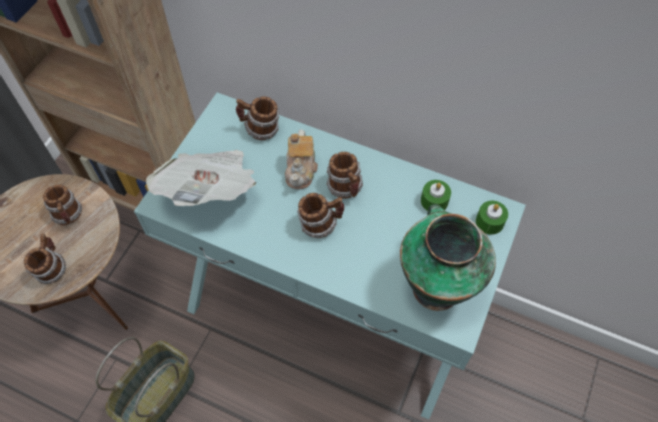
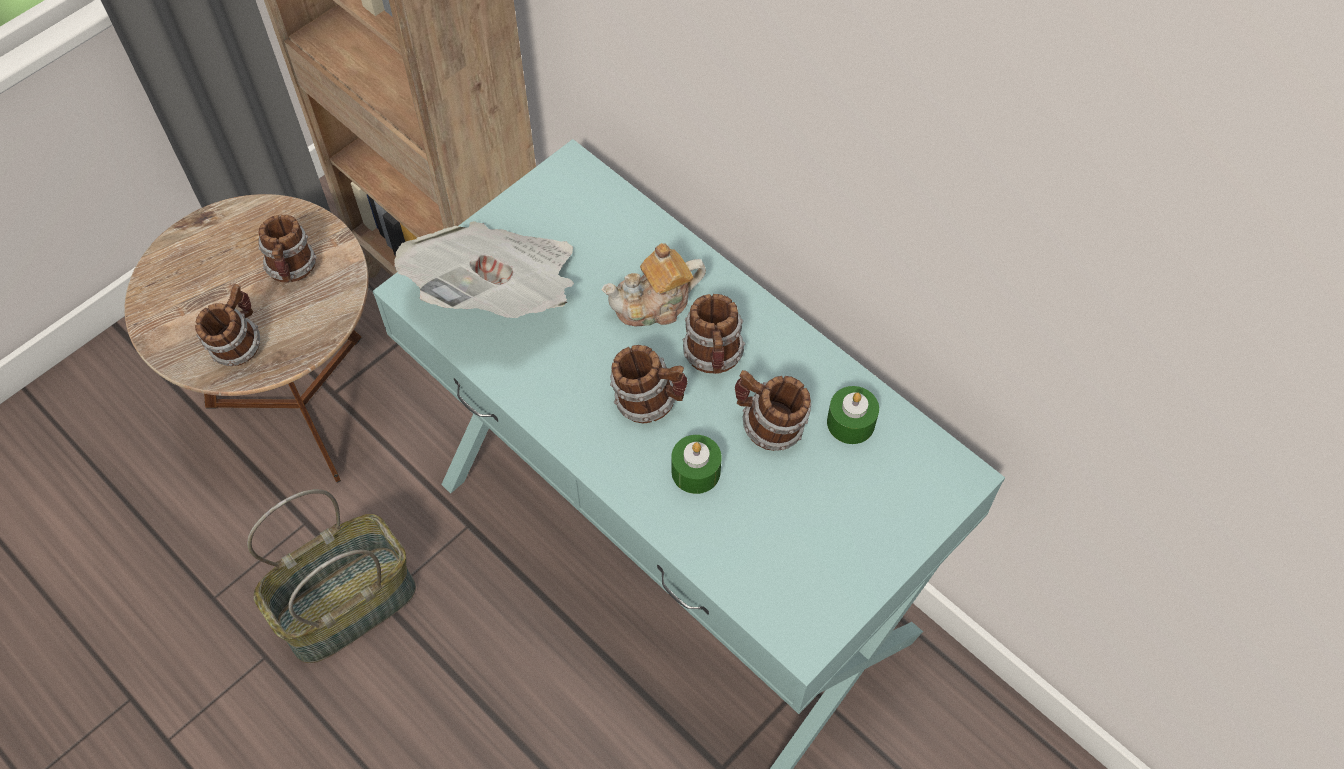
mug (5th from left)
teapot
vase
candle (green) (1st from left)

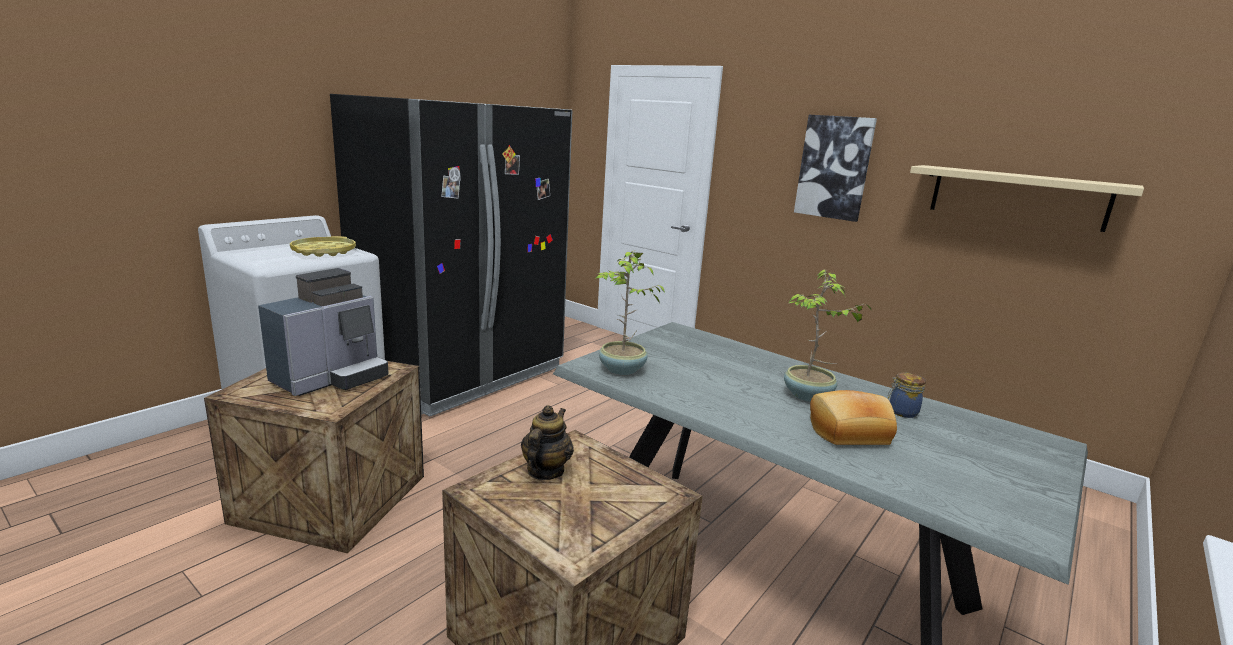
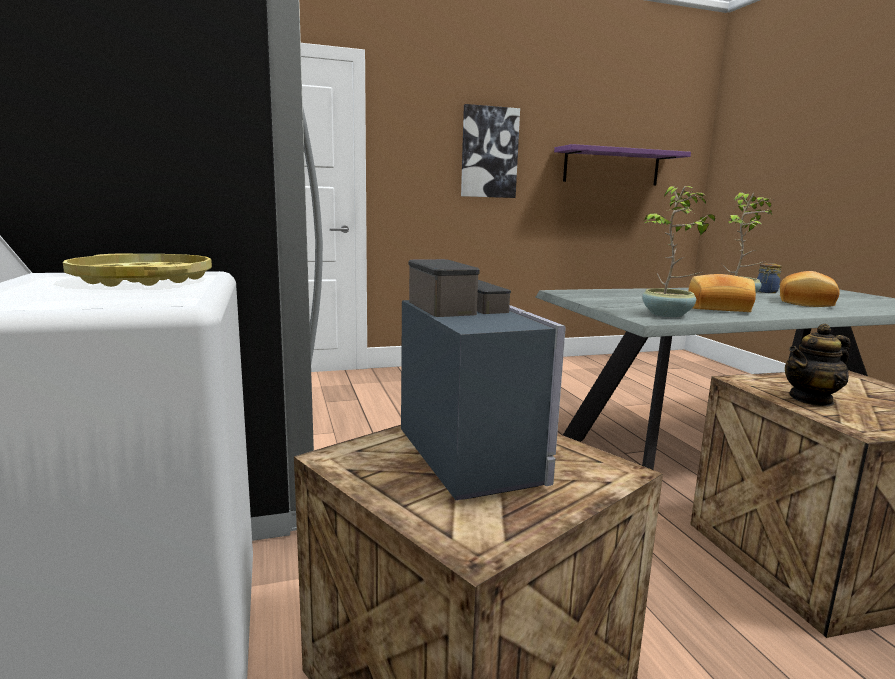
teapot
shelf (purple)
bread (1st from left)

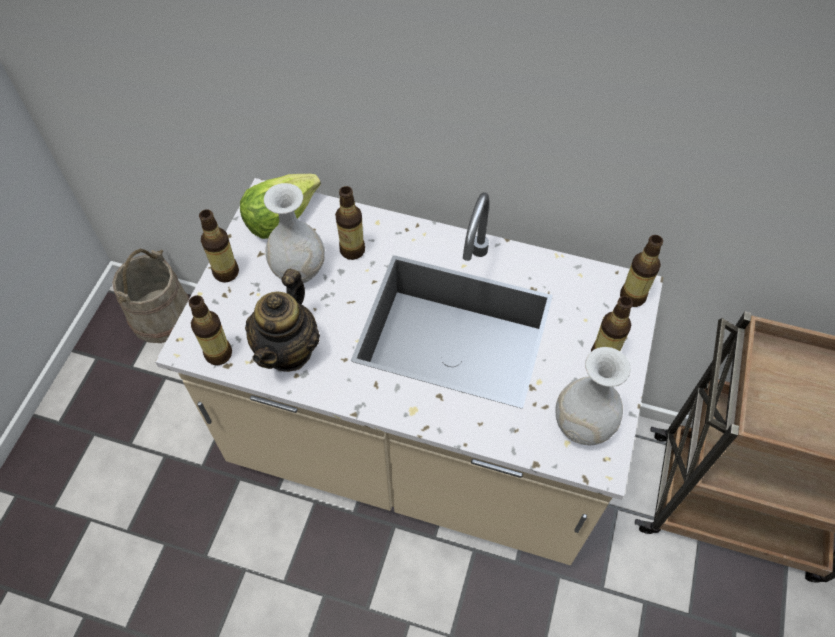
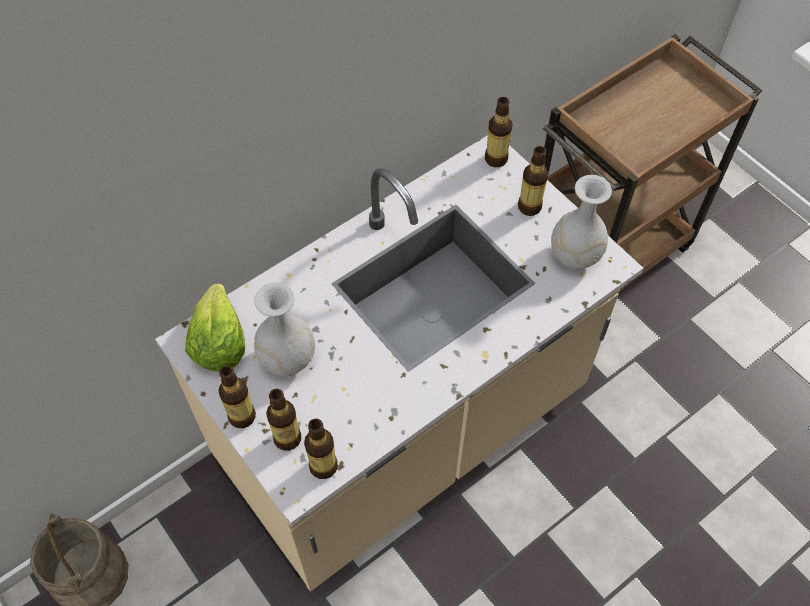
teapot
bottle (2nd from left)

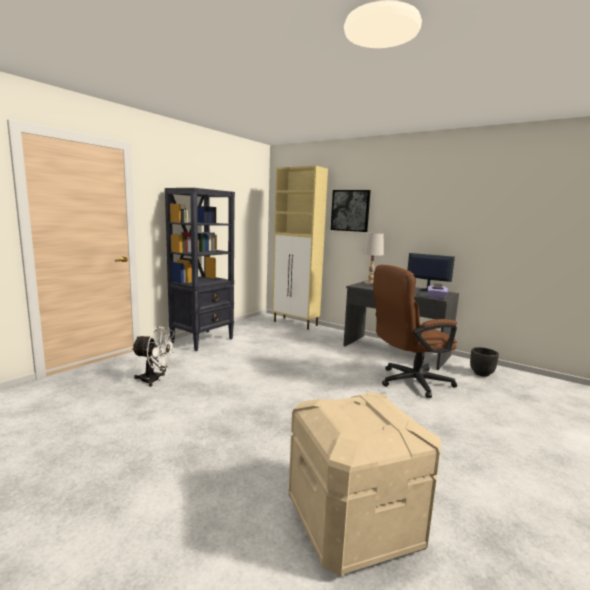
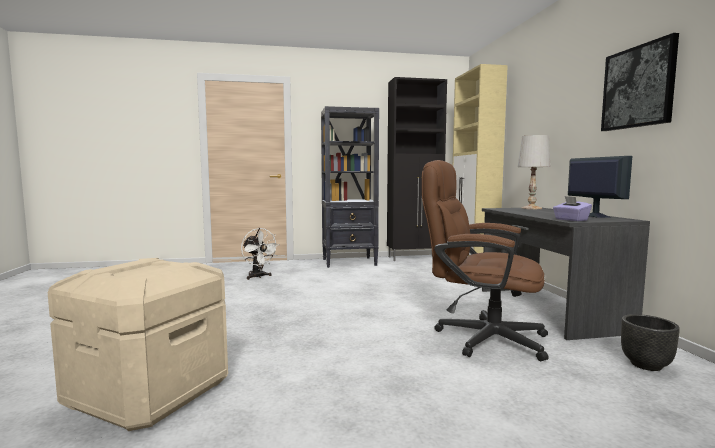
picture
cabinet (black)

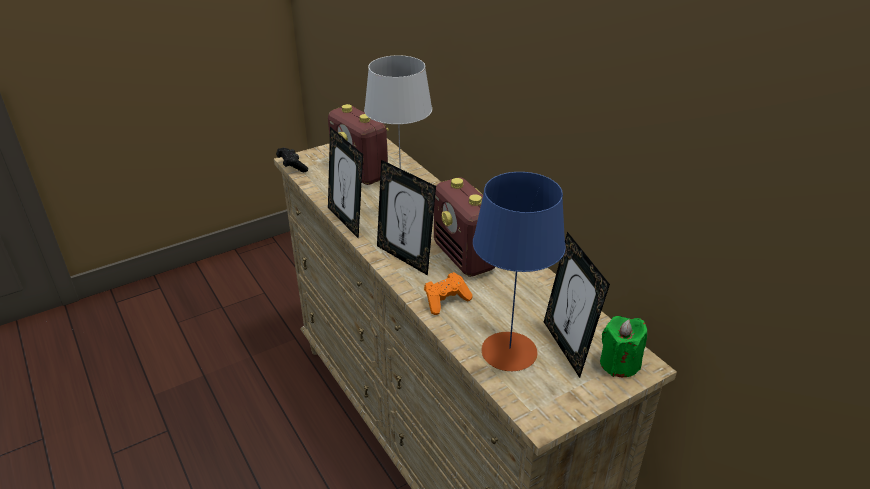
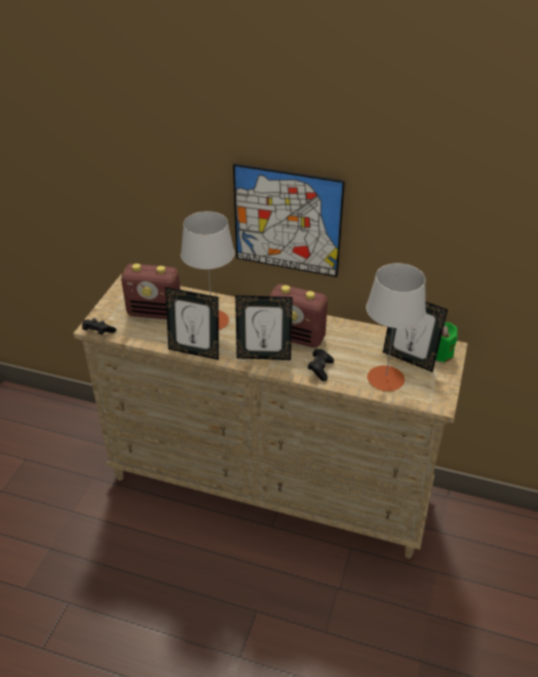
game controller (black) (2nd from left)
table lamp (grey) (2nd from left)
picture

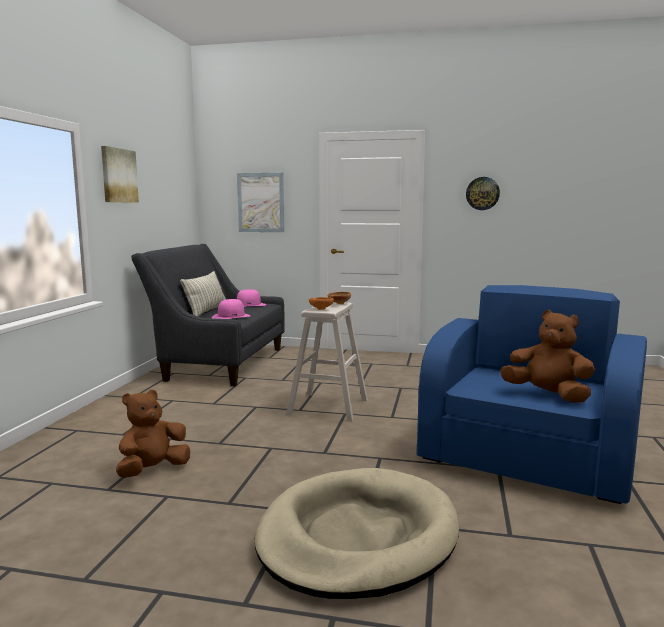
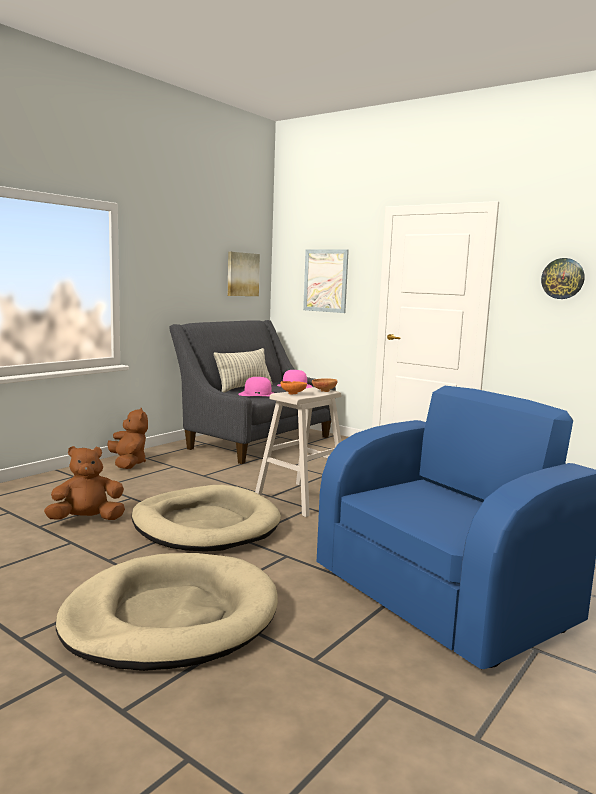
picture (1st from left)
plush toy (brown) (2nd from left)
dog bed (beige) (2nd from left)

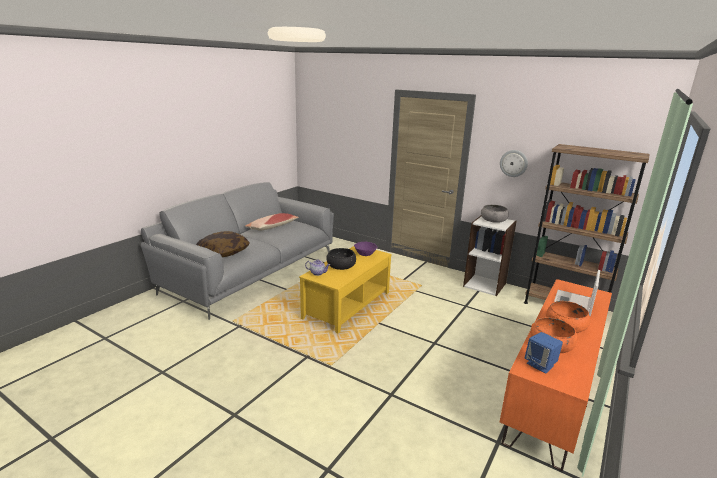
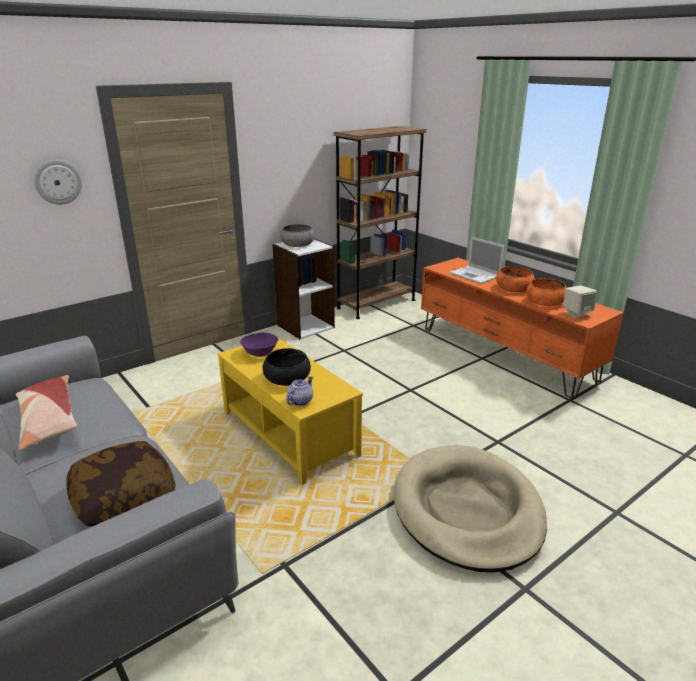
wall clock
speaker (beige)
dog bed (beige)

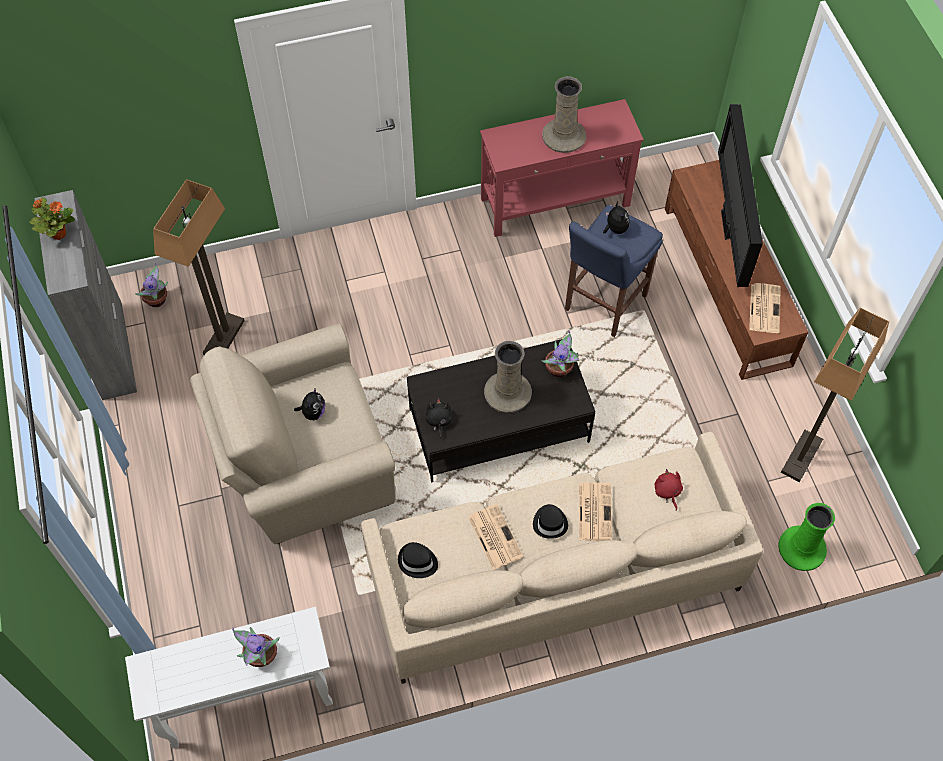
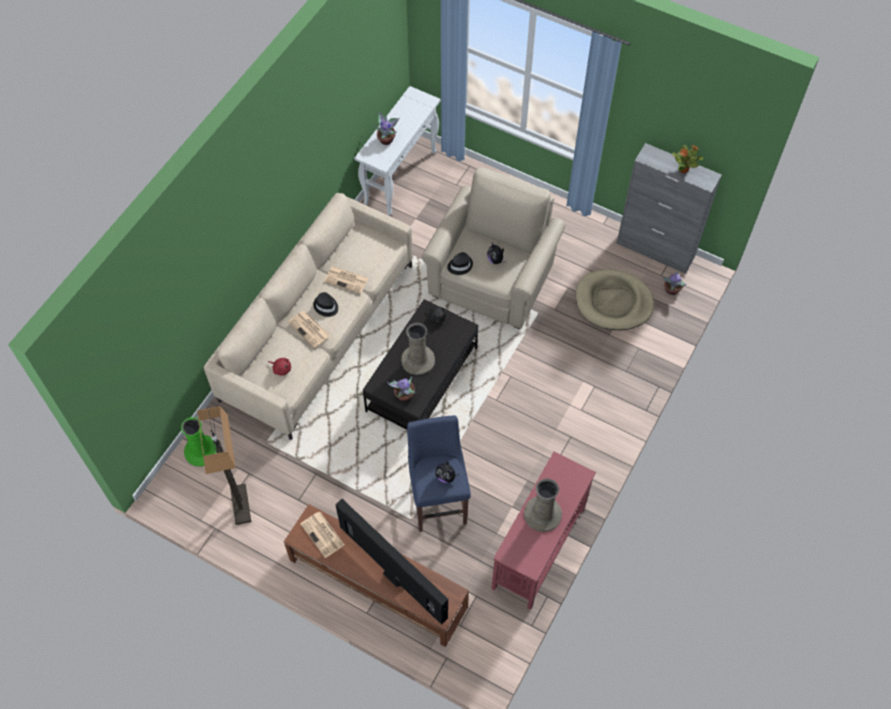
dog bed (beige)
hat (black) (2nd from left)

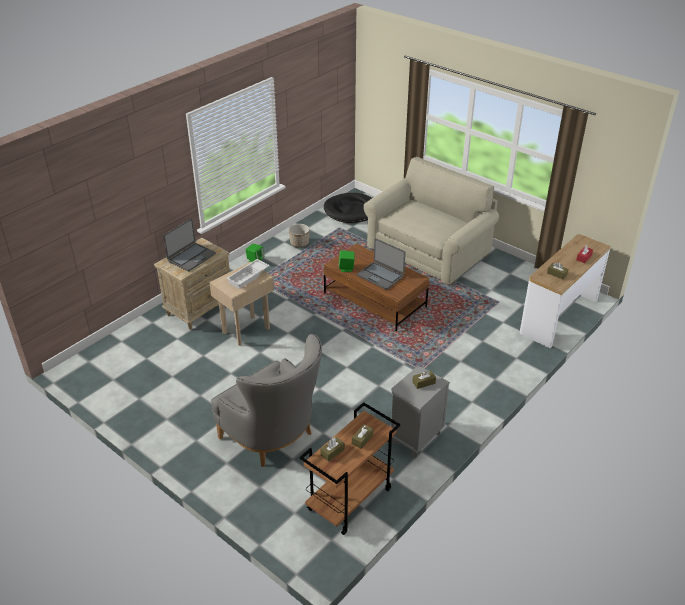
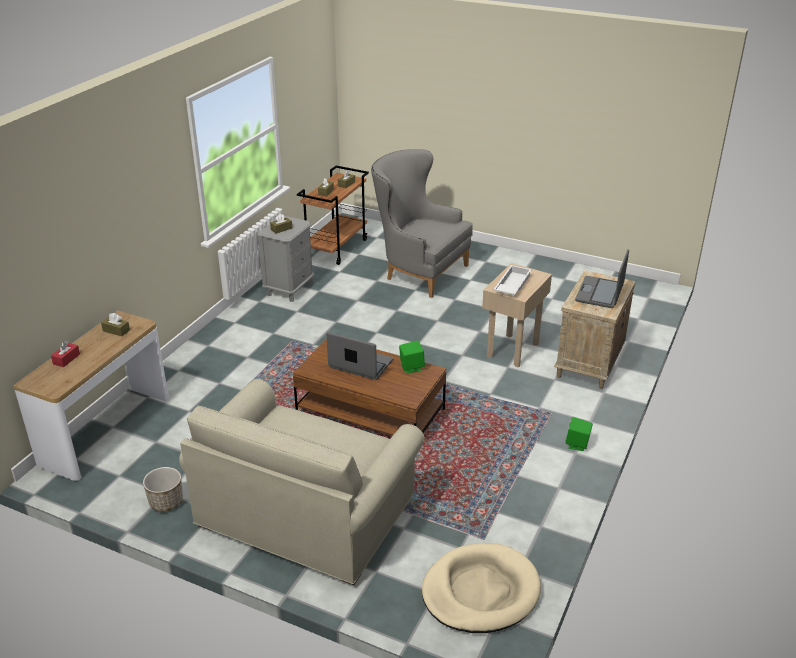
planter
dog bed (beige)

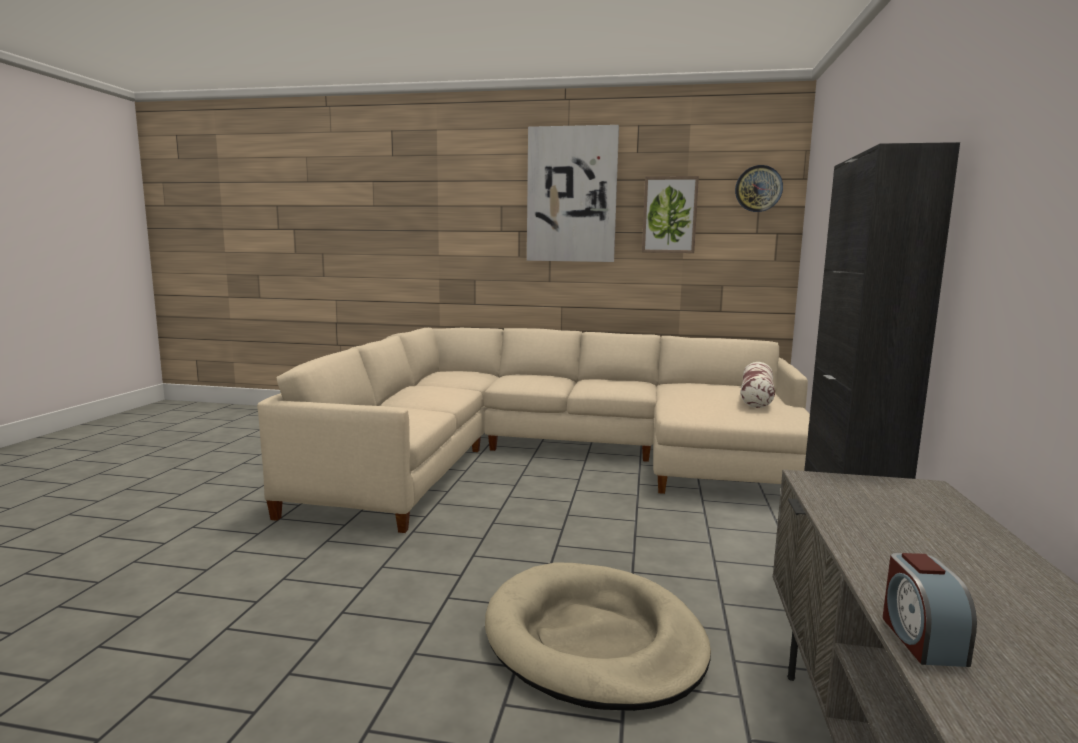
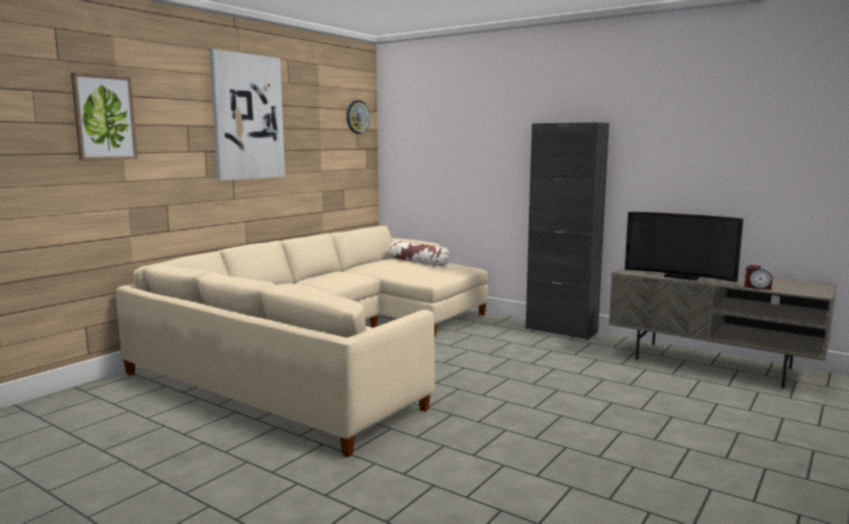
dog bed (beige)
picture (1st from left)
television

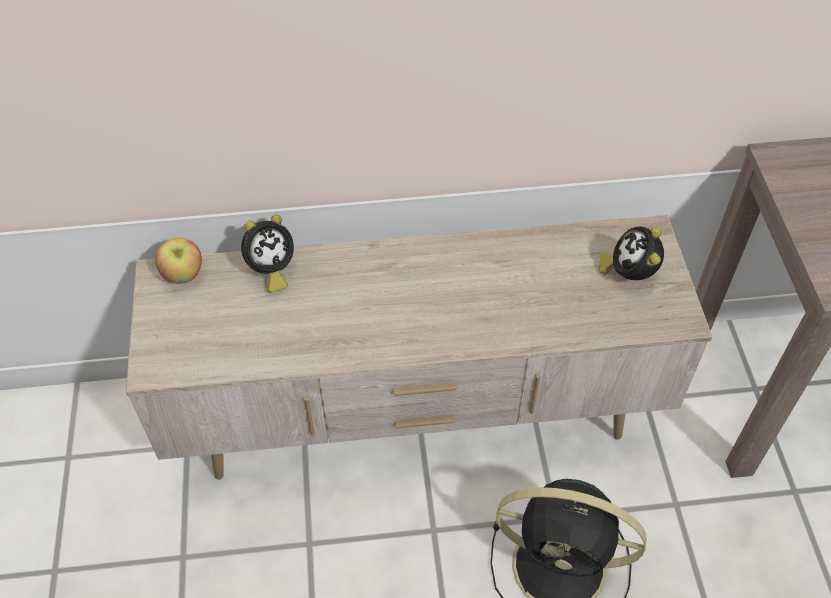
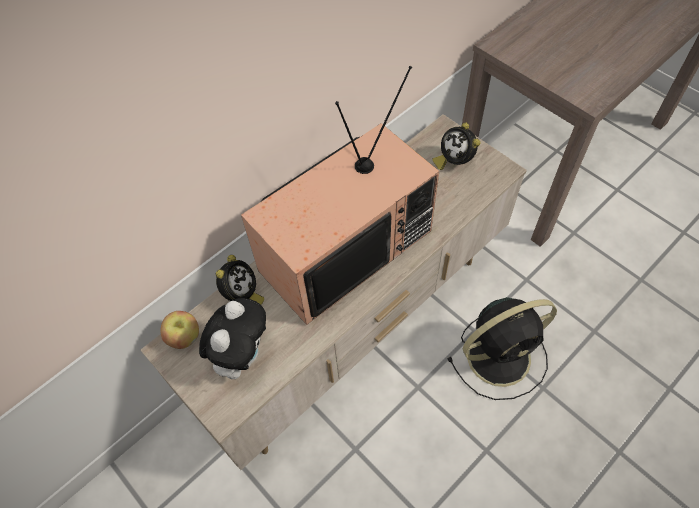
plush toy
television

